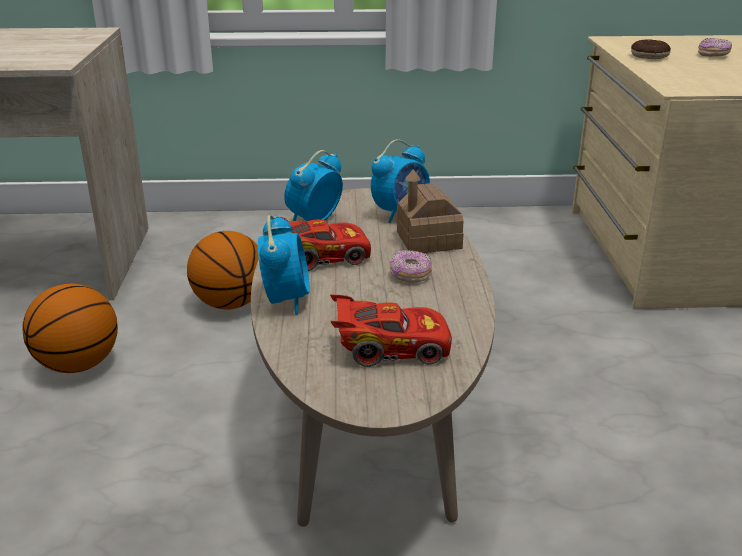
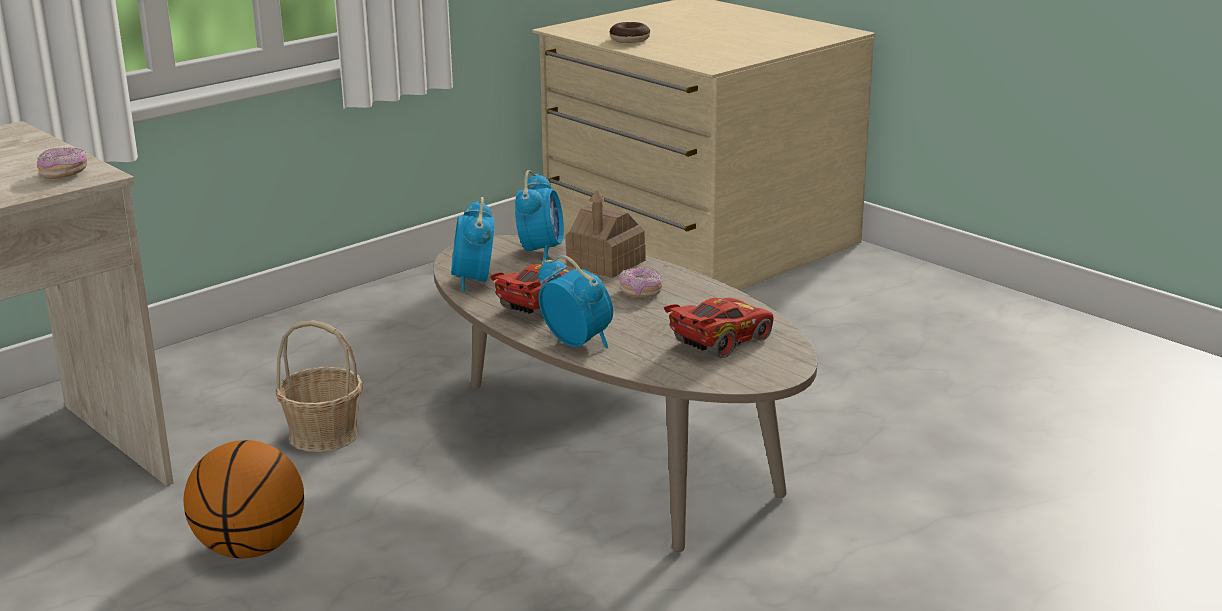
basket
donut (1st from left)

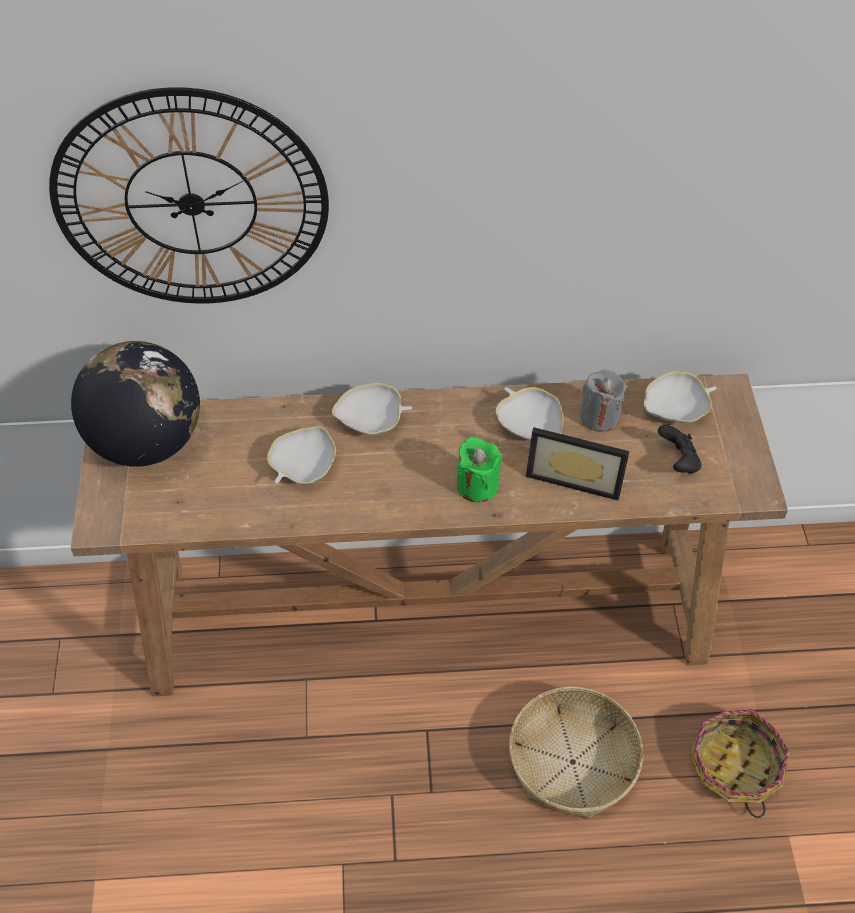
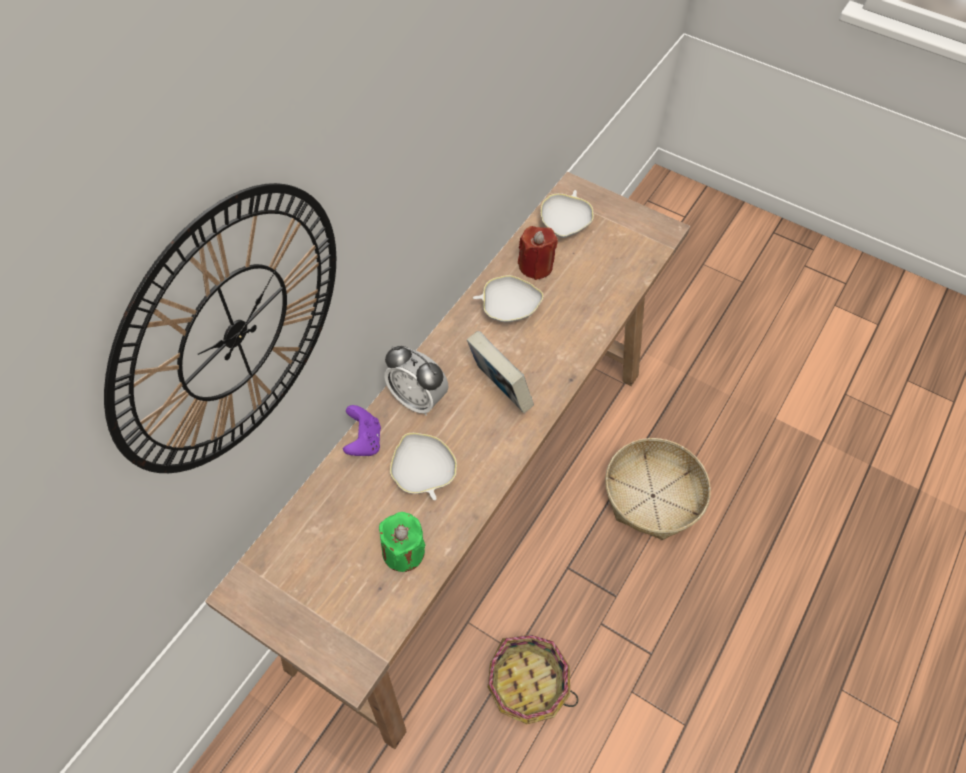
globe
alarm clock
candle (green)
picture frame
candle (red)
game controller (black)
basket (1st from left)
game controller (purple)
book

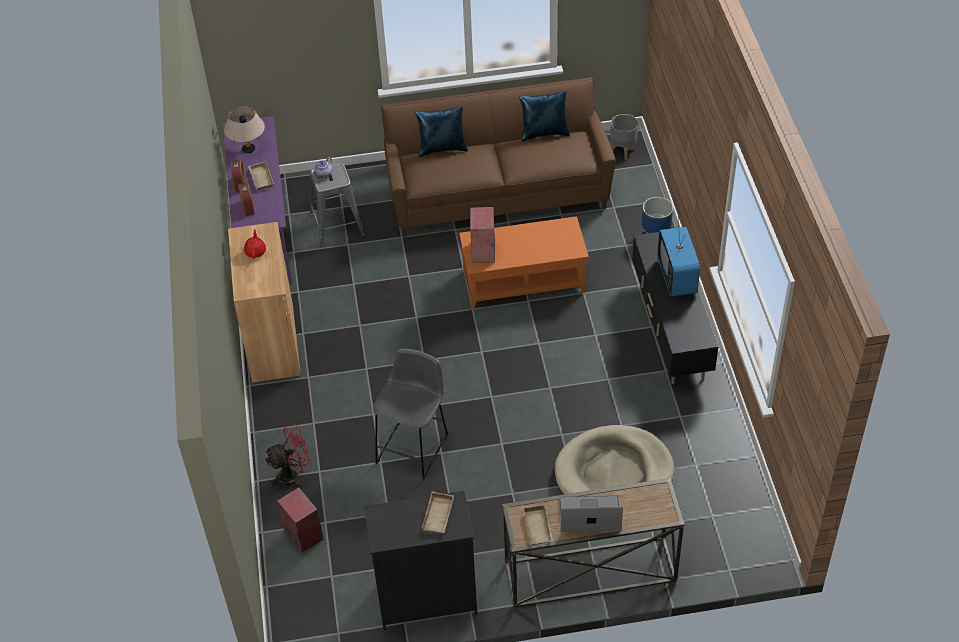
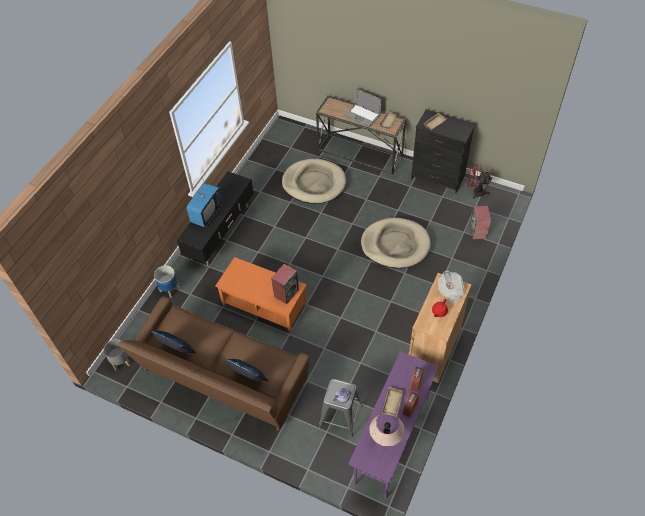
fan (red)
dog bed (beige) (2nd from left)
newspaper

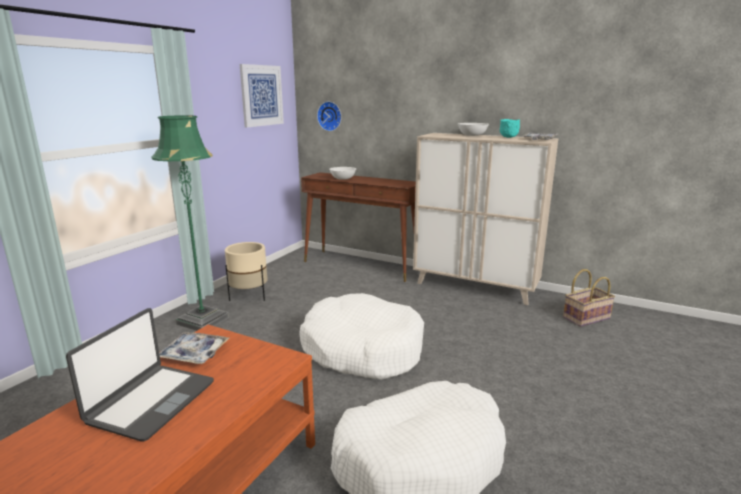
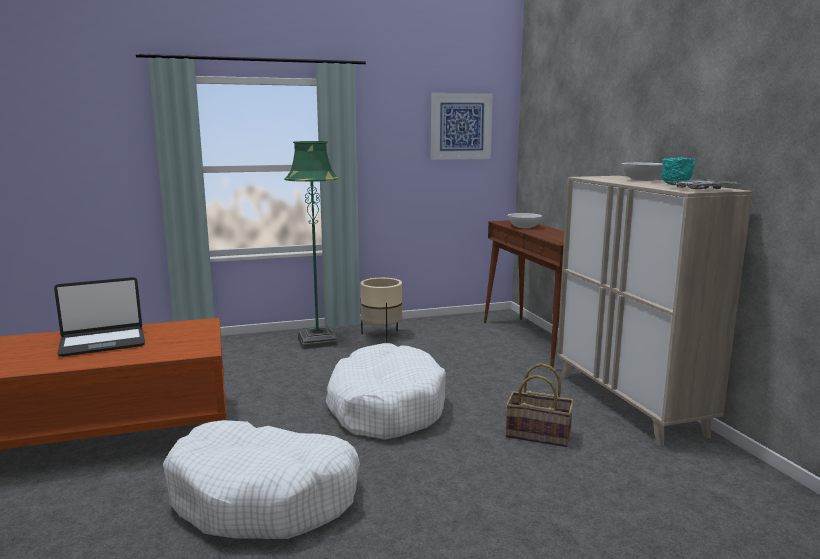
tray (1st from left in the first image)
wall clock
basket

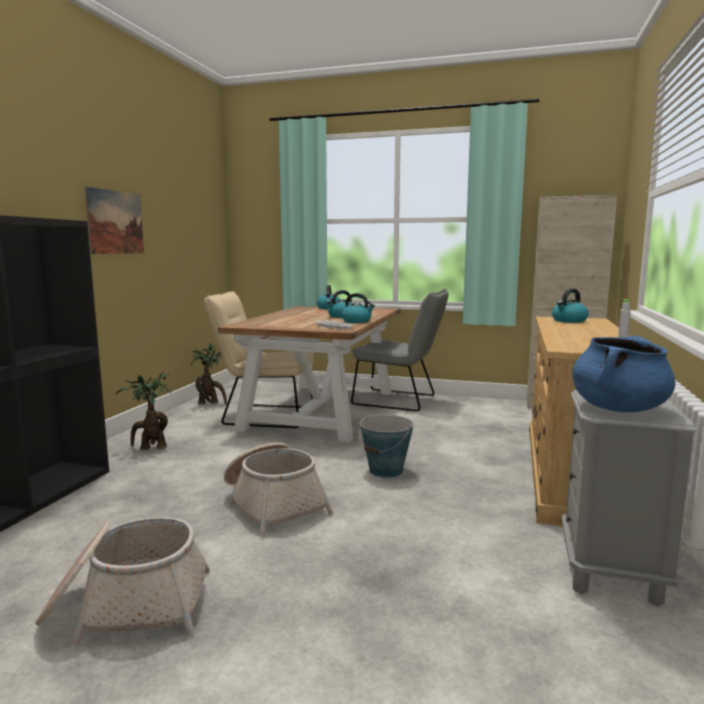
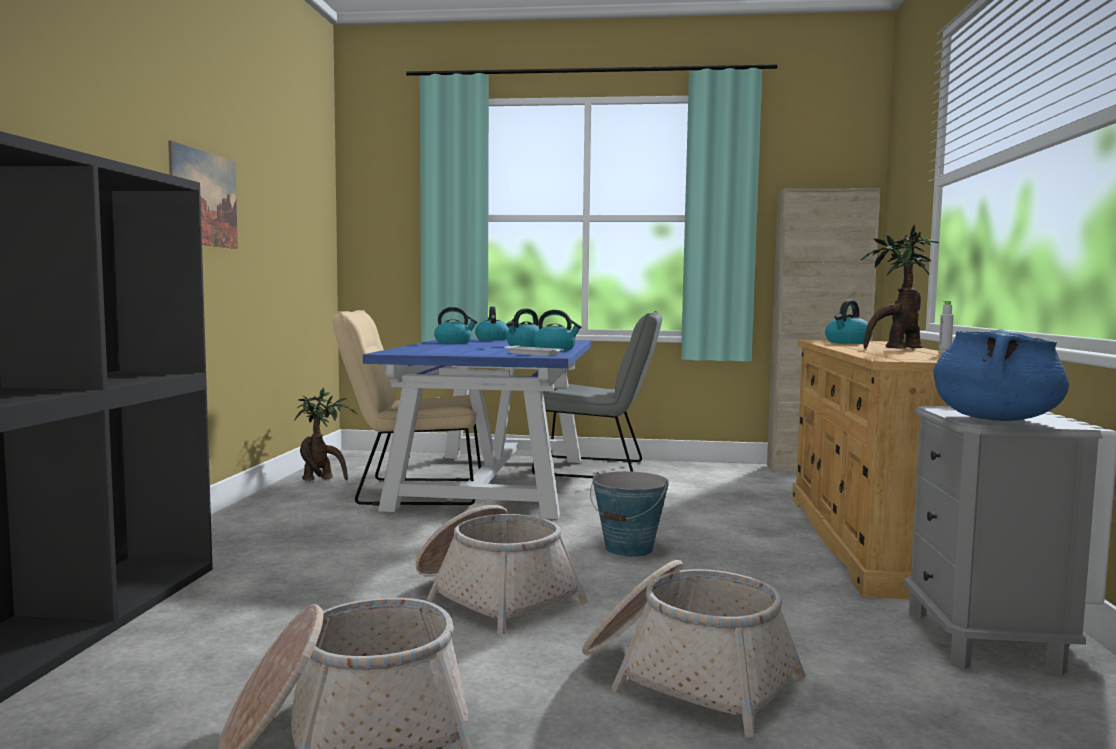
potted plant (2nd from left)
dining table (blue)
kettle (1st from left)
basket (3rd from left)

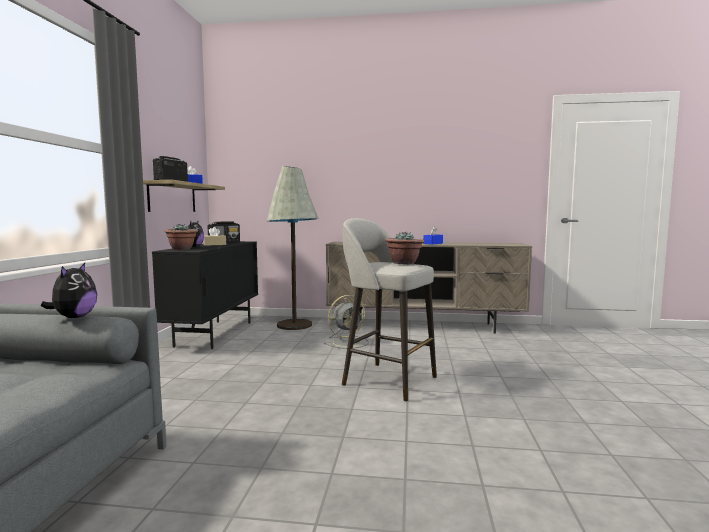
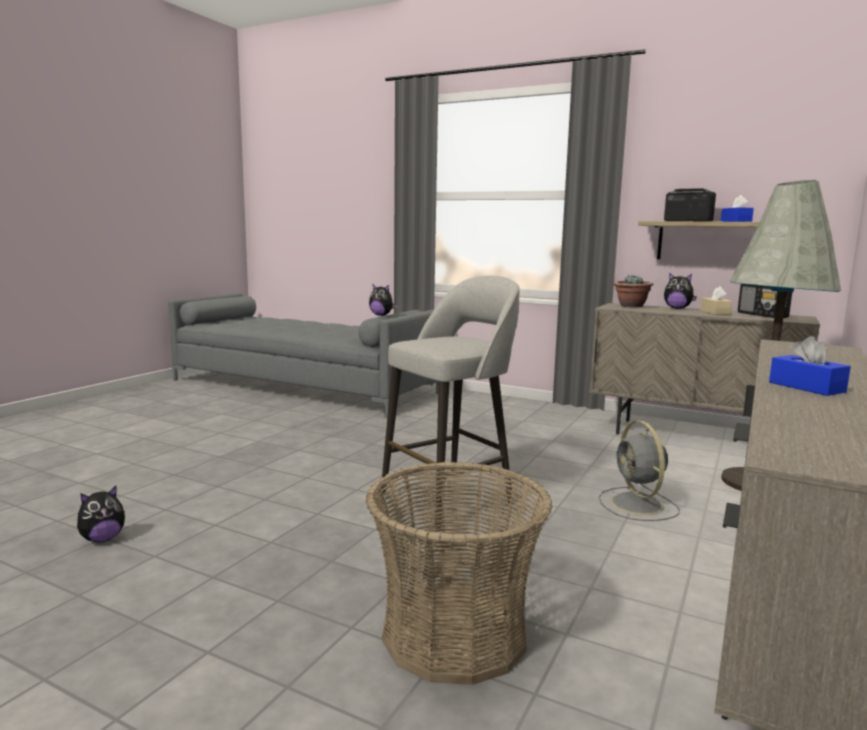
cabinet (beige)
potted plant (2nd from left in the first image)
plush toy (1st from left)
basket

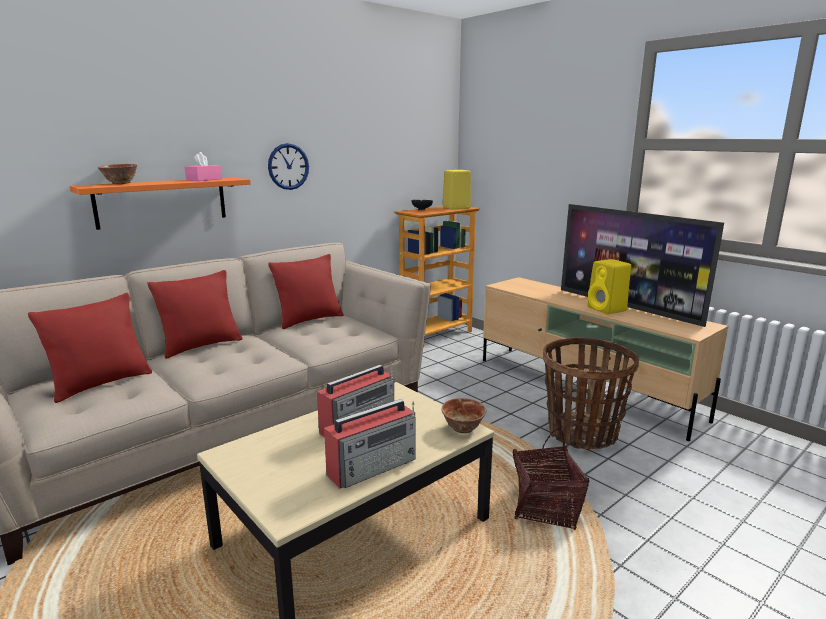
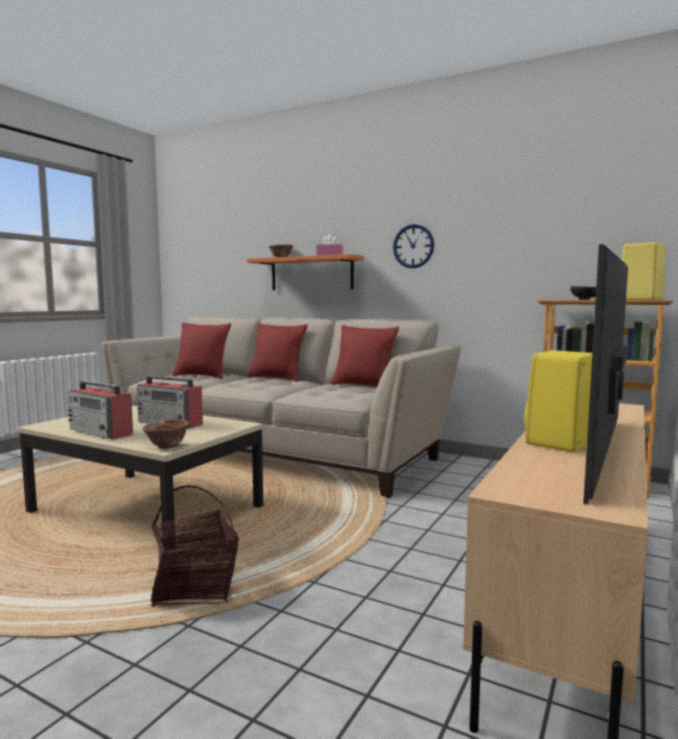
basket (2nd from left in the first image)

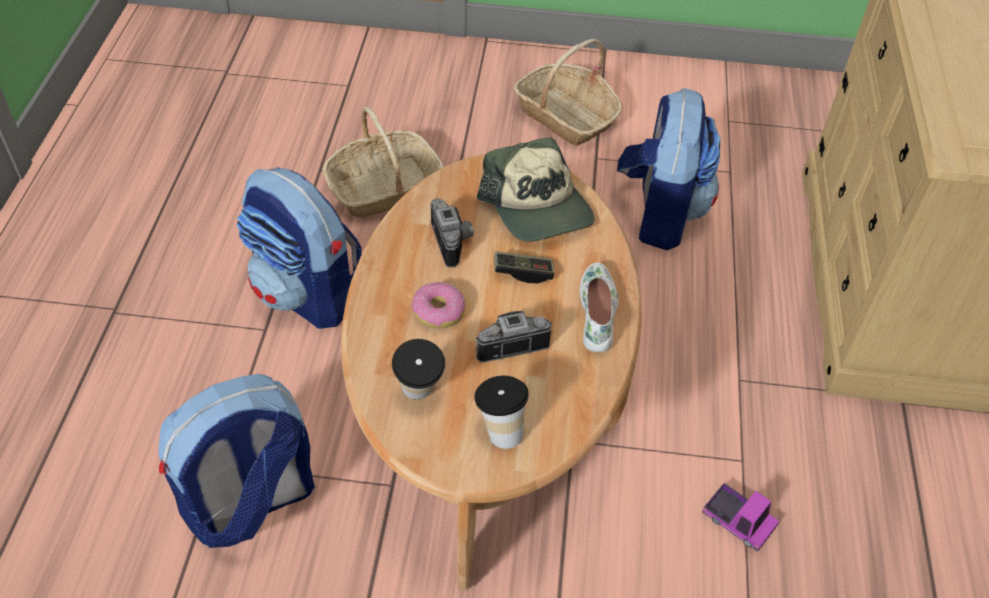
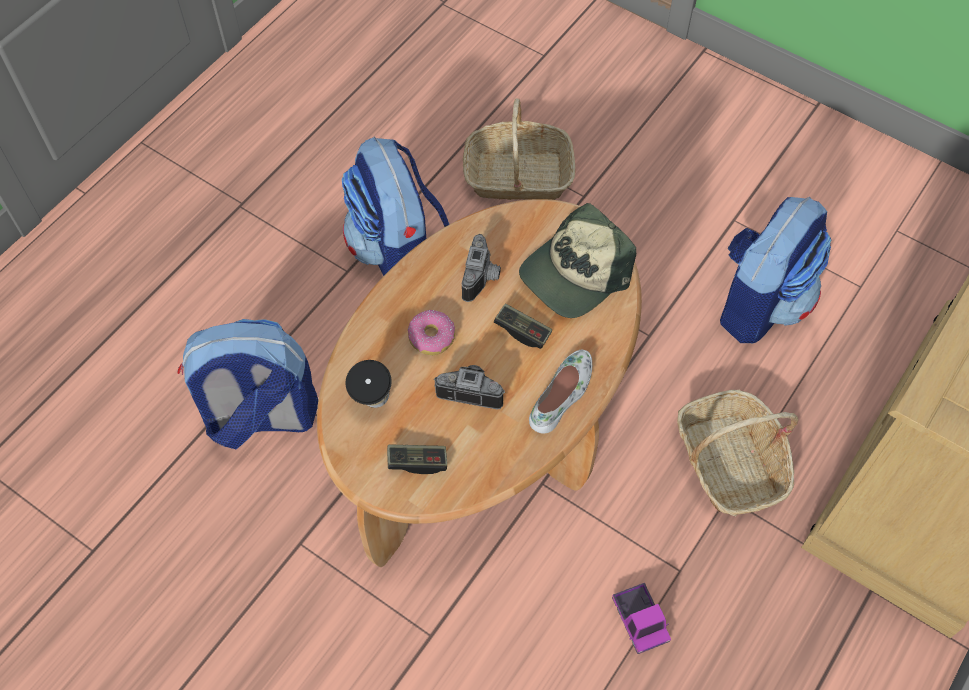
game controller (1st from left)
cap
basket (2nd from left)

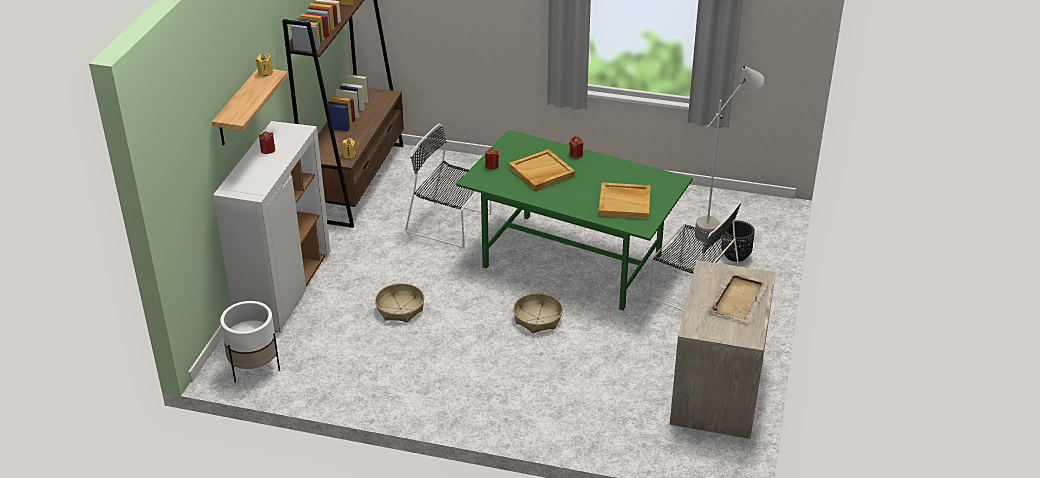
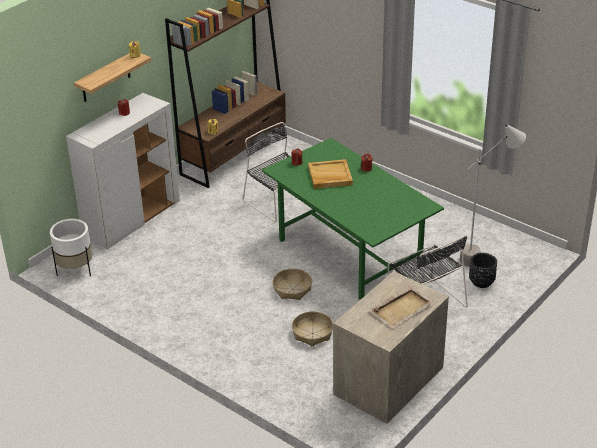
basket (2nd from left)
tray (beige) (2nd from left in the first image)

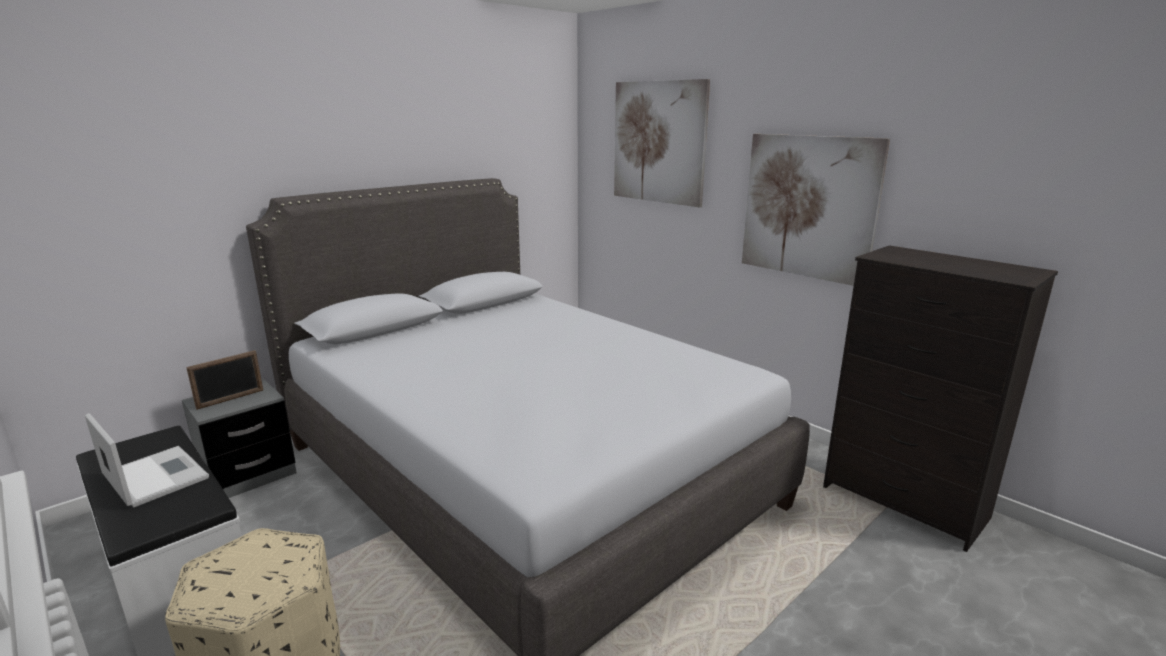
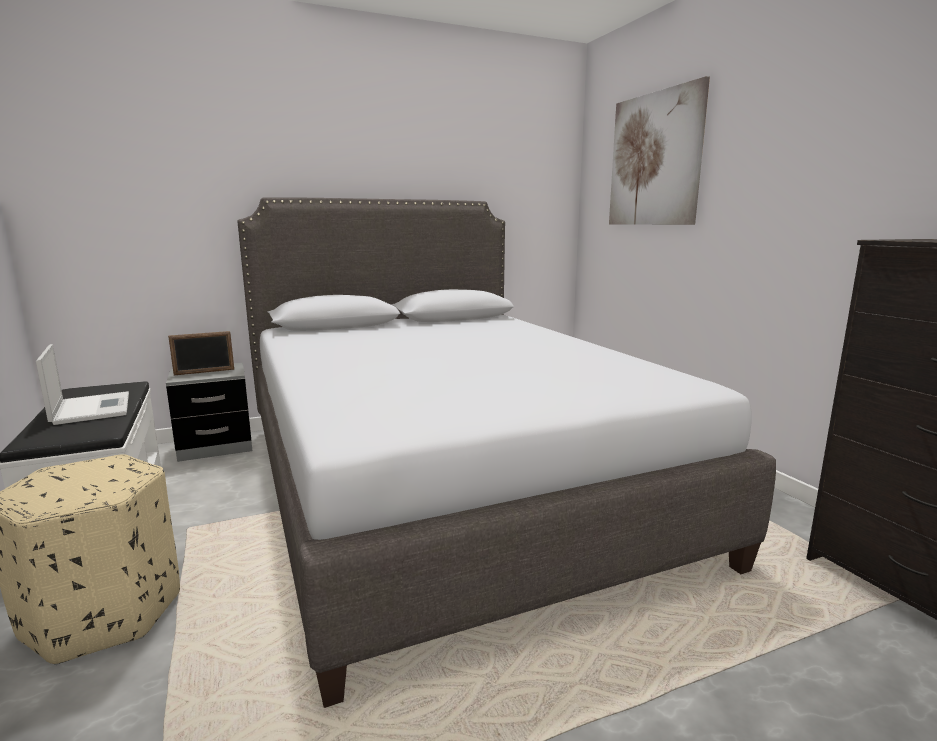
picture (2nd from left in the first image)

